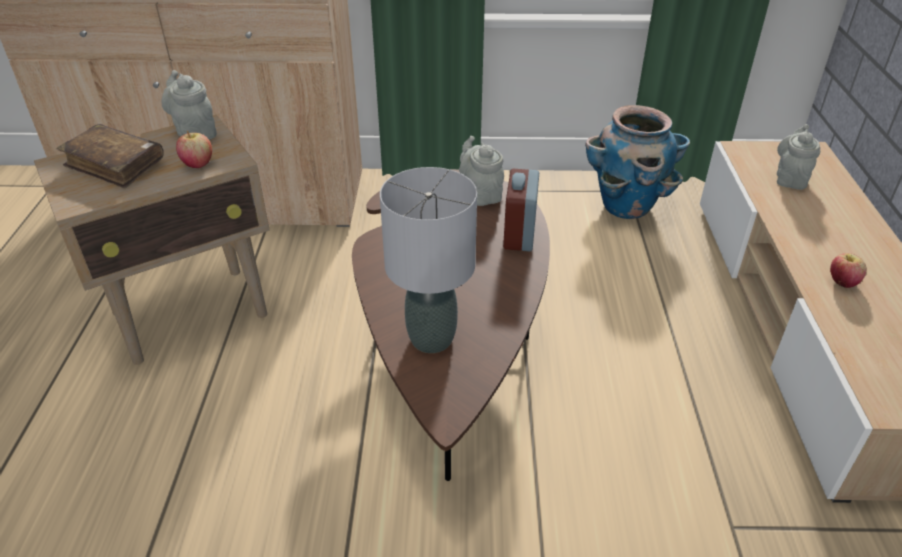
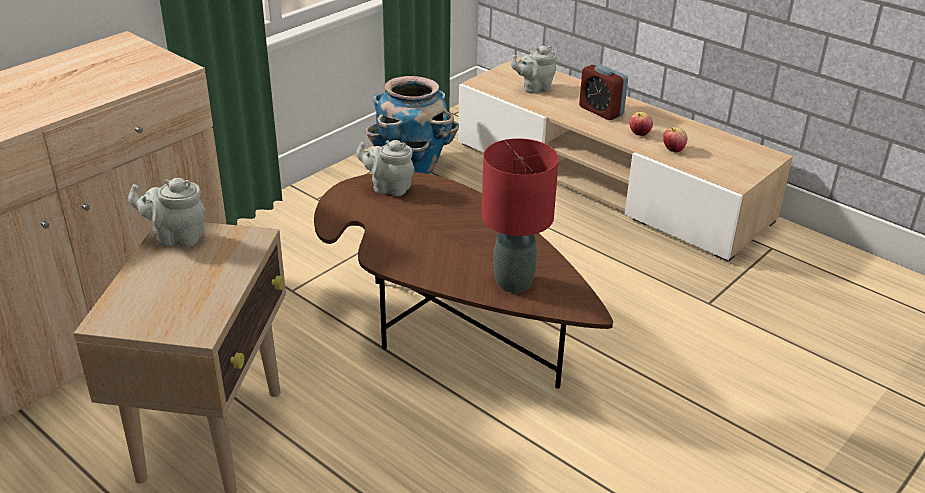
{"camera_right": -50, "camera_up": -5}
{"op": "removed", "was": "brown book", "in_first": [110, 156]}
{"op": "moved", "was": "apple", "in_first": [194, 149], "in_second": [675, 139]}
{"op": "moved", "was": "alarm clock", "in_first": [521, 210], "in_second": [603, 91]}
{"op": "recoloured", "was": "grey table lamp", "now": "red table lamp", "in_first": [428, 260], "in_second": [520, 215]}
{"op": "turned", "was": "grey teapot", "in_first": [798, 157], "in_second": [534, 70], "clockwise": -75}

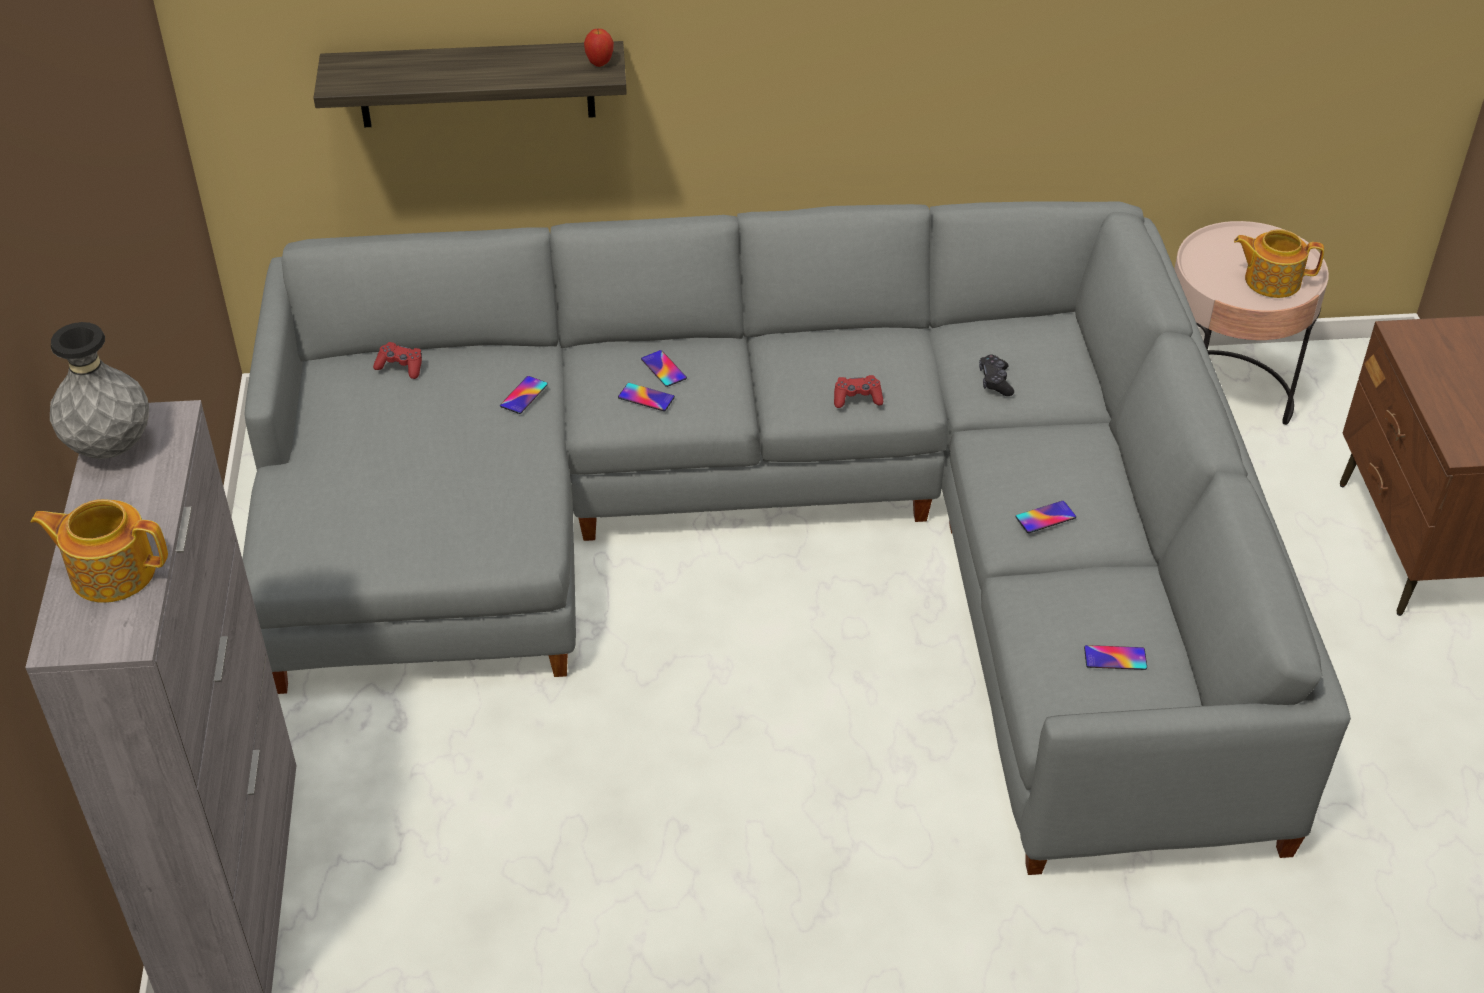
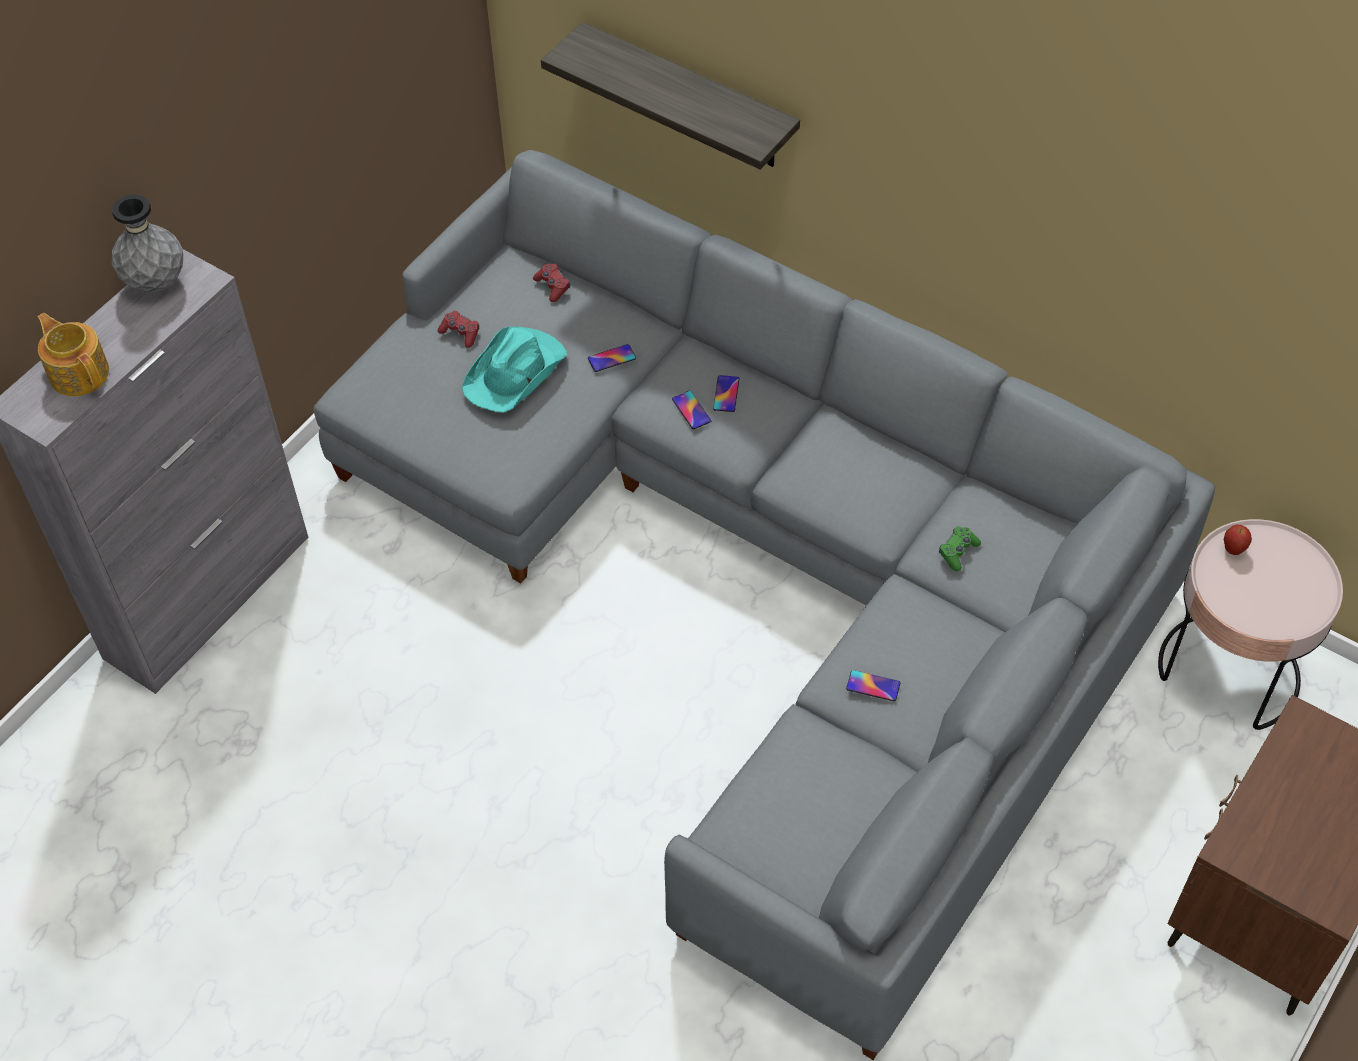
{"camera_right": 40, "camera_up": 10}
{"op": "removed", "was": "phone", "in_first": [1115, 657]}
{"op": "removed", "was": "teapot", "in_first": [1279, 263]}
{"op": "added", "now": "turquoise hat", "in_second": [514, 370]}
{"op": "moved", "was": "apple", "in_first": [599, 48], "in_second": [1238, 539]}
{"op": "moved", "was": "red game controller", "in_first": [858, 391], "in_second": [458, 329]}
{"op": "recoloured", "was": "black game controller", "now": "green game controller", "in_first": [996, 375], "in_second": [960, 548]}

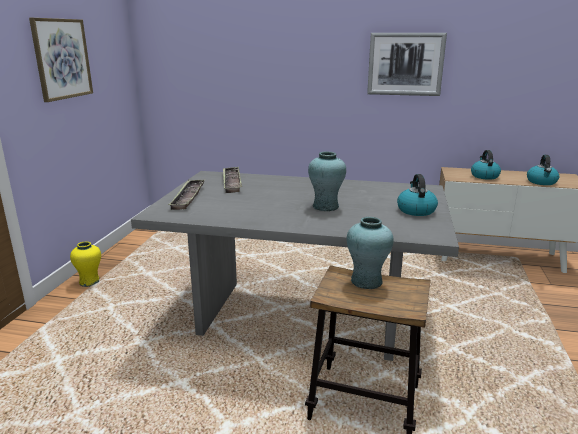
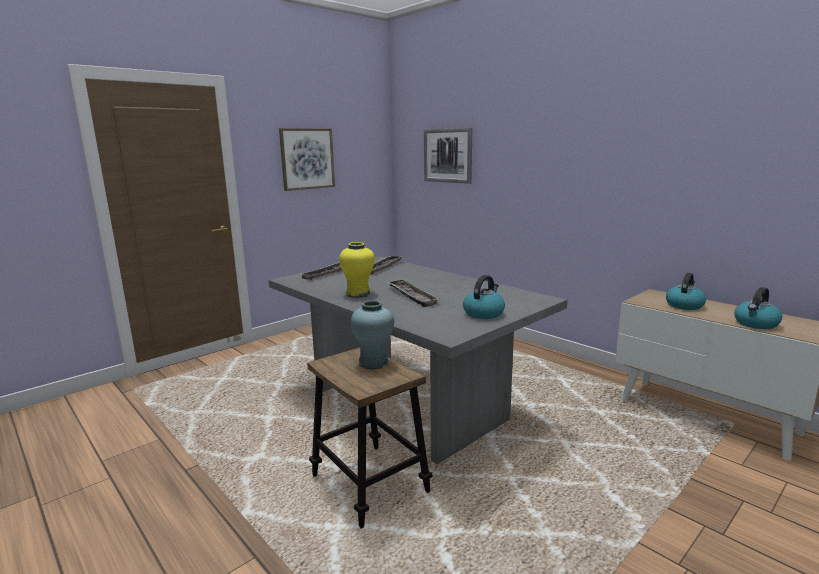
{"camera_right": 35, "camera_up": -5}
{"op": "moved", "was": "yellow vase", "in_first": [85, 264], "in_second": [357, 270]}
{"op": "moved", "was": "picture", "in_first": [407, 64], "in_second": [448, 156]}
{"op": "replaced", "was": "turquoise vase", "now": "tray", "in_first": [327, 181], "in_second": [413, 293]}

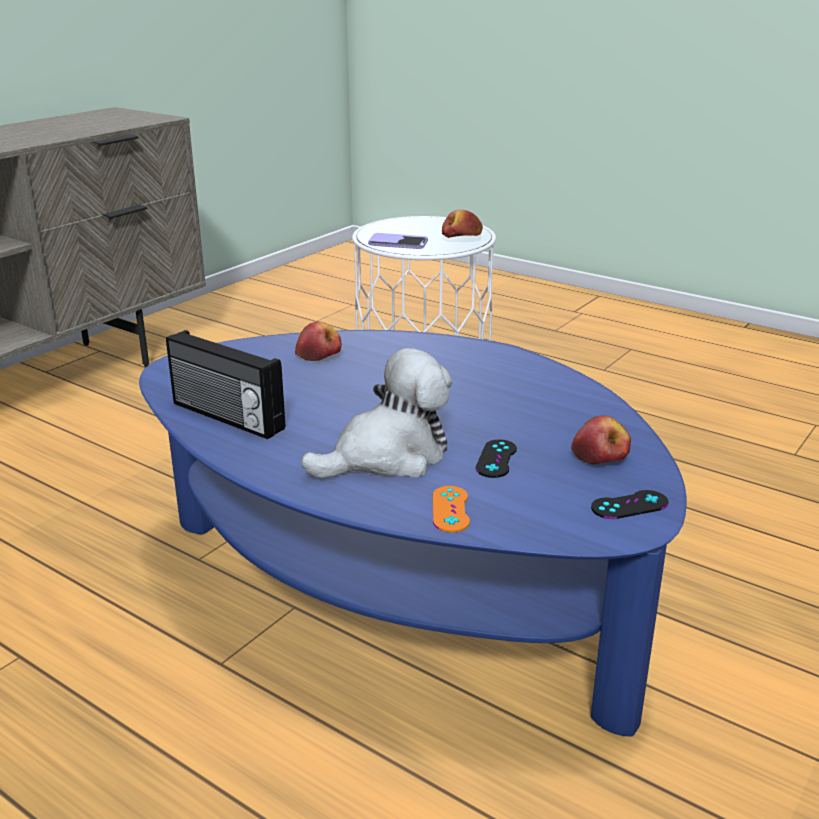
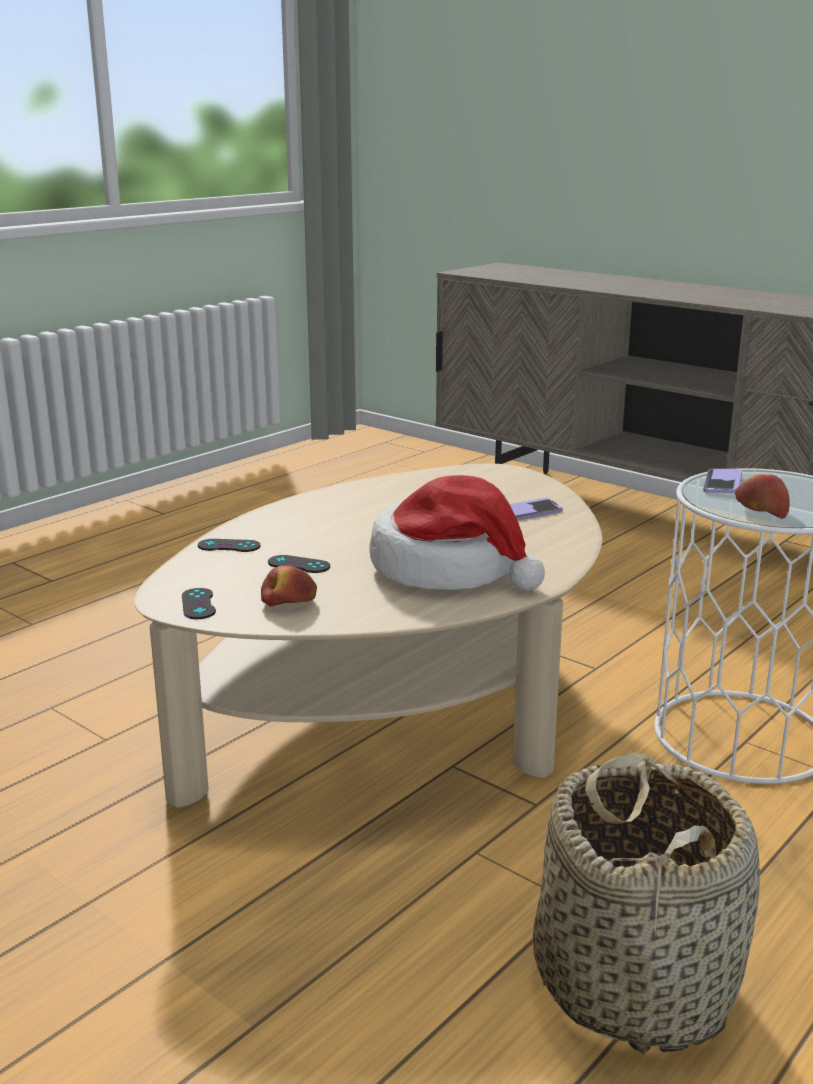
{"camera_right": 95, "camera_up": -5}
{"op": "removed", "was": "radio", "in_first": [225, 384]}
{"op": "removed", "was": "plush toy", "in_first": [376, 413]}
{"op": "added", "now": "hat", "in_second": [457, 533]}
{"op": "added", "now": "basket", "in_second": [646, 903]}
{"op": "replaced", "was": "apple", "now": "phone", "in_first": [318, 341], "in_second": [536, 509]}
{"op": "recoloured", "was": "blue coffee table", "now": "beige coffee table", "in_first": [412, 533], "in_second": [368, 636]}
{"op": "recoloured", "was": "orange game controller", "now": "black game controller", "in_first": [451, 509], "in_second": [229, 545]}

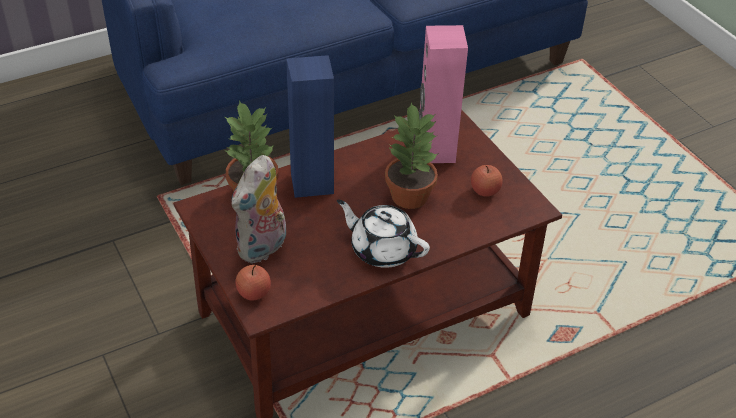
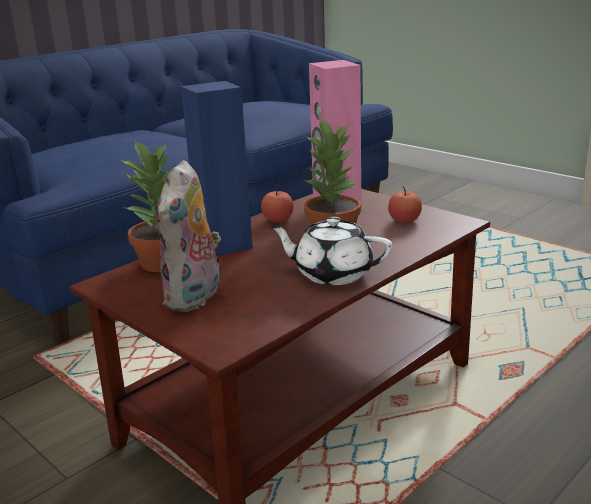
{"camera_right": -15, "camera_up": -20}
{"op": "moved", "was": "apple", "in_first": [253, 282], "in_second": [277, 203]}

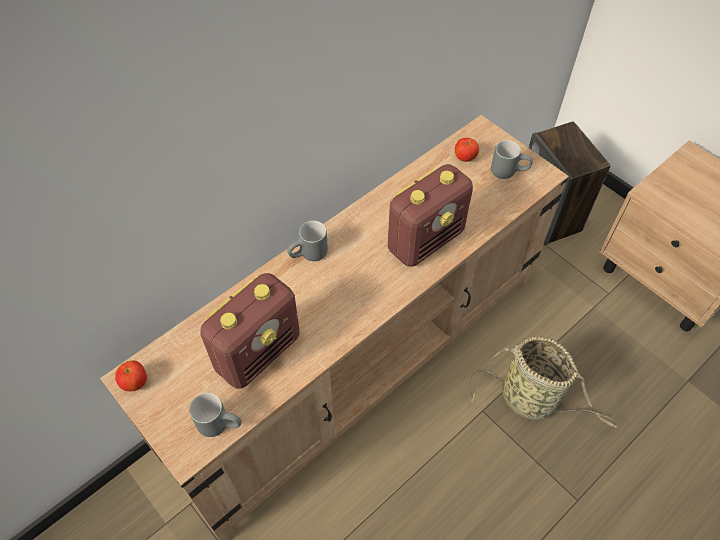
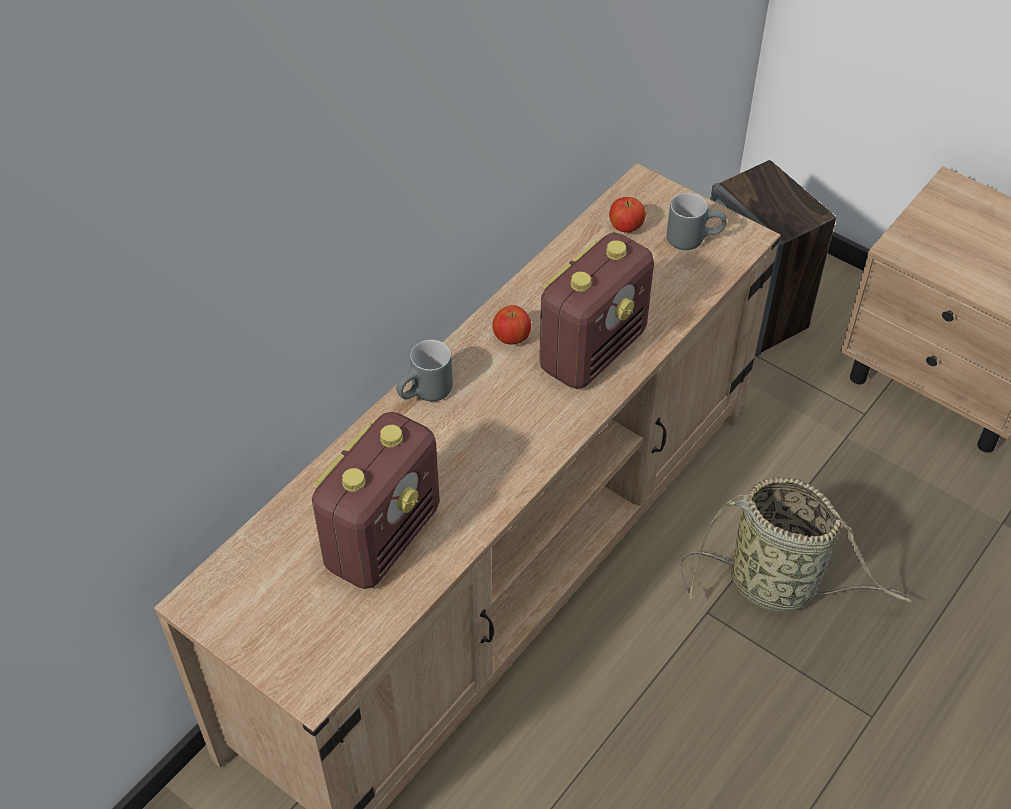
{"camera_right": -10, "camera_up": -5}
{"op": "removed", "was": "grey mug", "in_first": [215, 415]}
{"op": "moved", "was": "apple", "in_first": [131, 376], "in_second": [511, 324]}

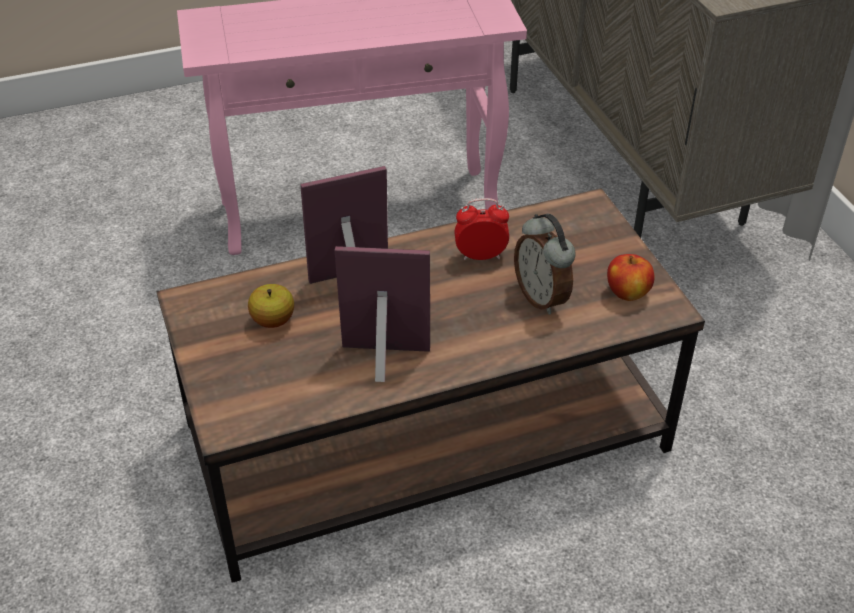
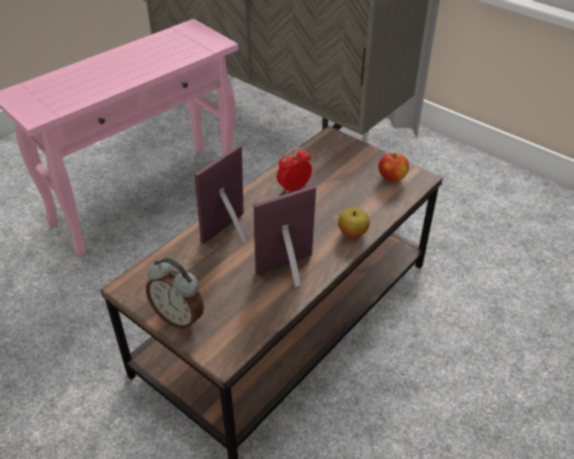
{"camera_right": -30, "camera_up": 0}
{"op": "moved", "was": "apple", "in_first": [271, 306], "in_second": [354, 223]}
{"op": "moved", "was": "alarm clock", "in_first": [544, 264], "in_second": [175, 294]}

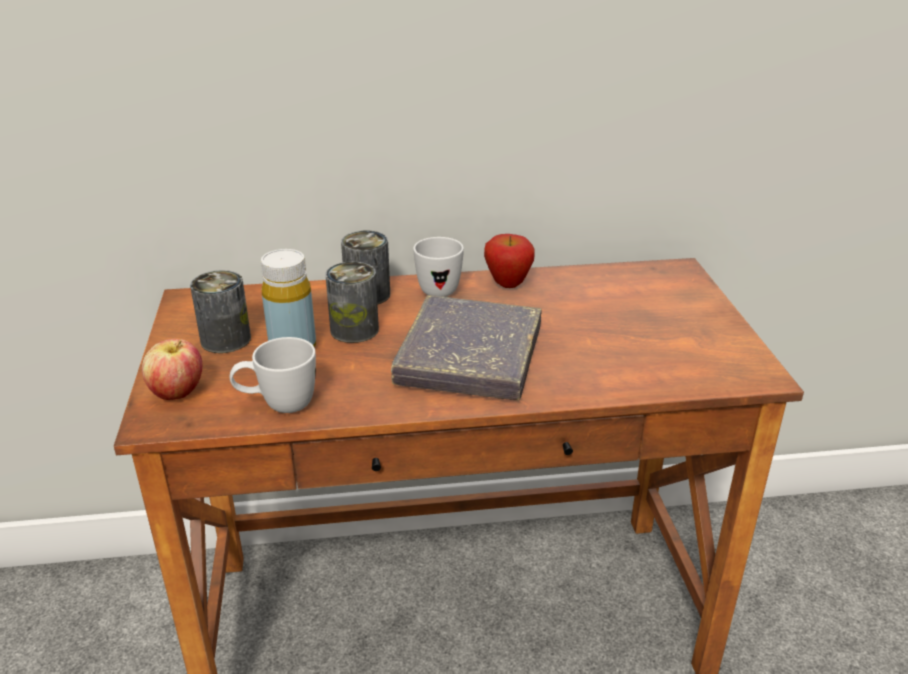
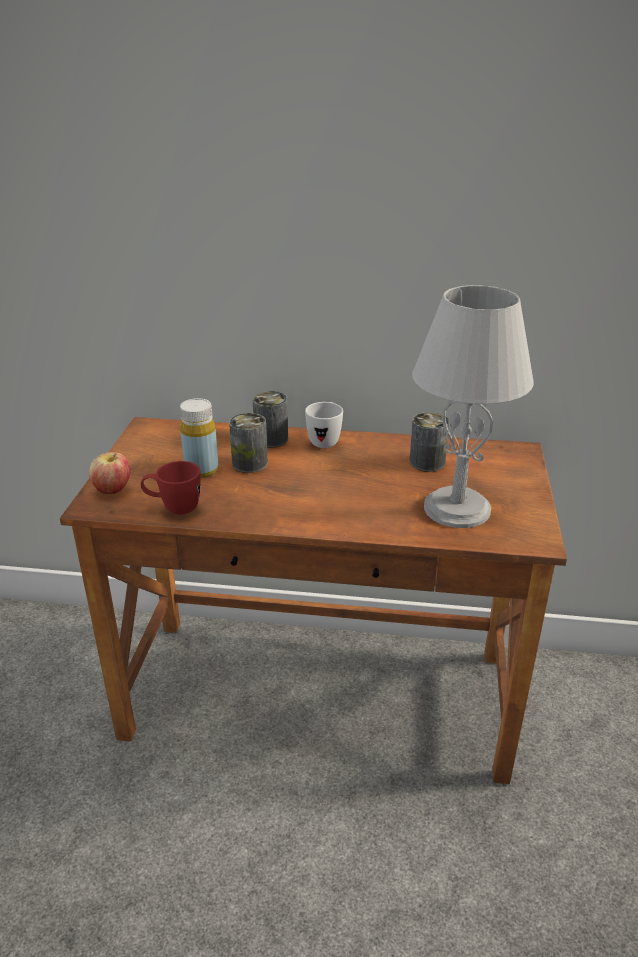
{"camera_right": 15, "camera_up": 0}
{"op": "removed", "was": "grey book", "in_first": [466, 347]}
{"op": "removed", "was": "apple", "in_first": [509, 261]}
{"op": "added", "now": "grey table lamp", "in_second": [473, 406]}
{"op": "moved", "was": "can", "in_first": [220, 311], "in_second": [429, 442]}
{"op": "recoloured", "was": "white mug", "now": "red mug", "in_first": [273, 375], "in_second": [171, 488]}

